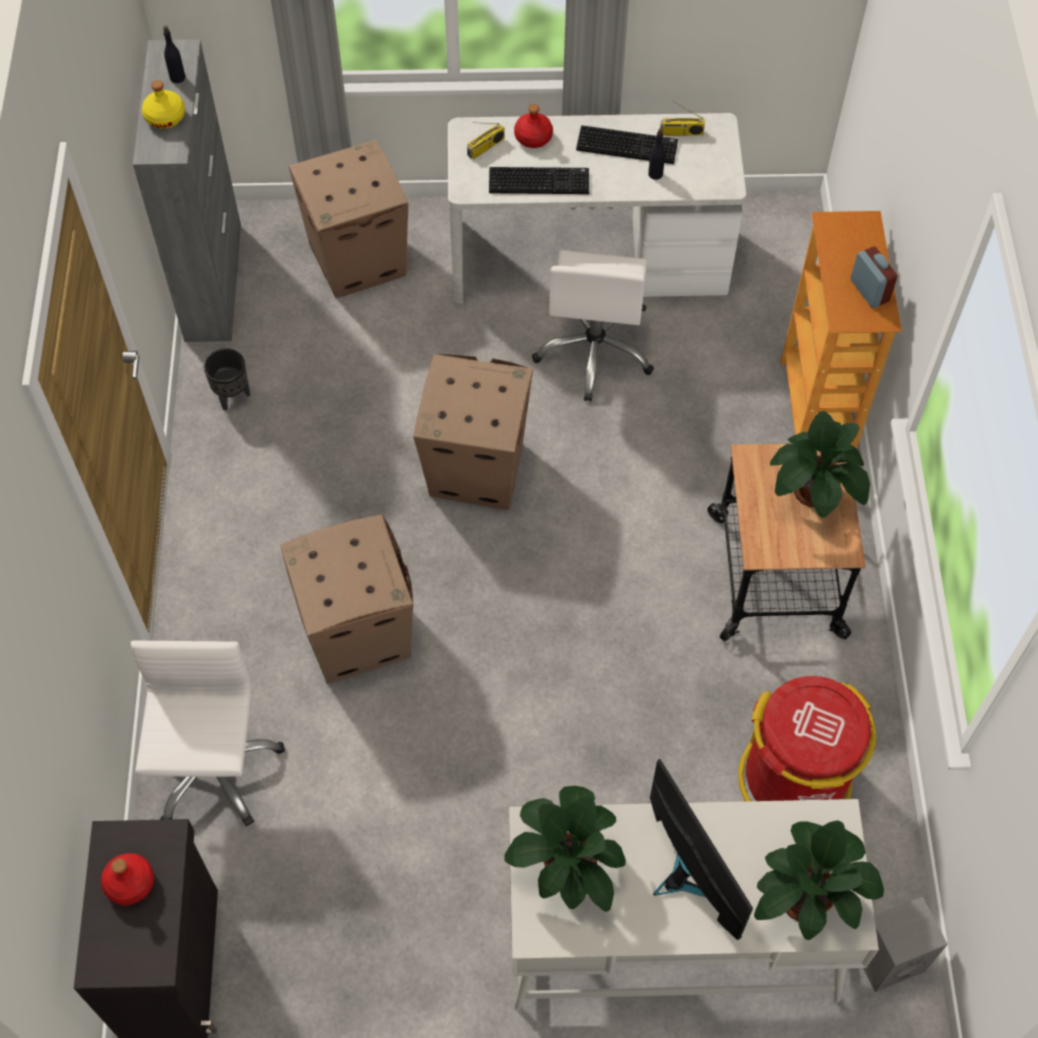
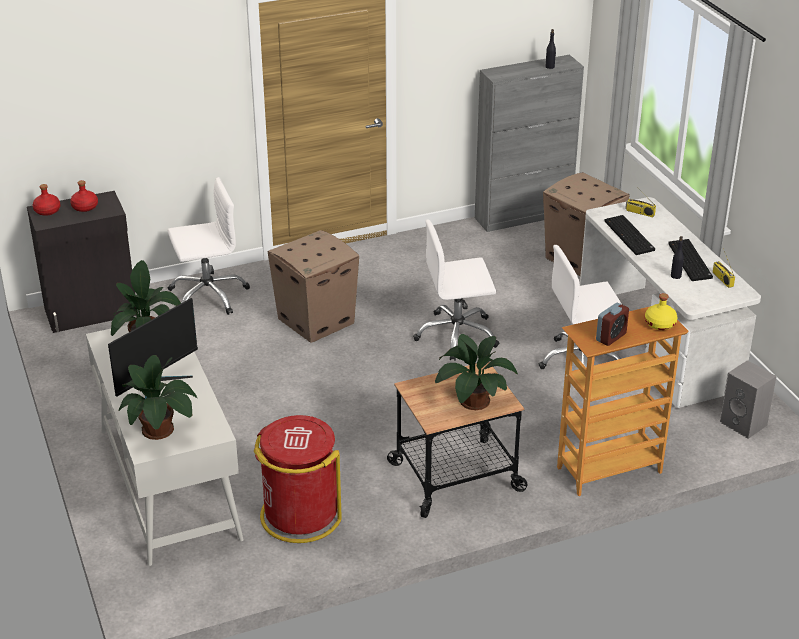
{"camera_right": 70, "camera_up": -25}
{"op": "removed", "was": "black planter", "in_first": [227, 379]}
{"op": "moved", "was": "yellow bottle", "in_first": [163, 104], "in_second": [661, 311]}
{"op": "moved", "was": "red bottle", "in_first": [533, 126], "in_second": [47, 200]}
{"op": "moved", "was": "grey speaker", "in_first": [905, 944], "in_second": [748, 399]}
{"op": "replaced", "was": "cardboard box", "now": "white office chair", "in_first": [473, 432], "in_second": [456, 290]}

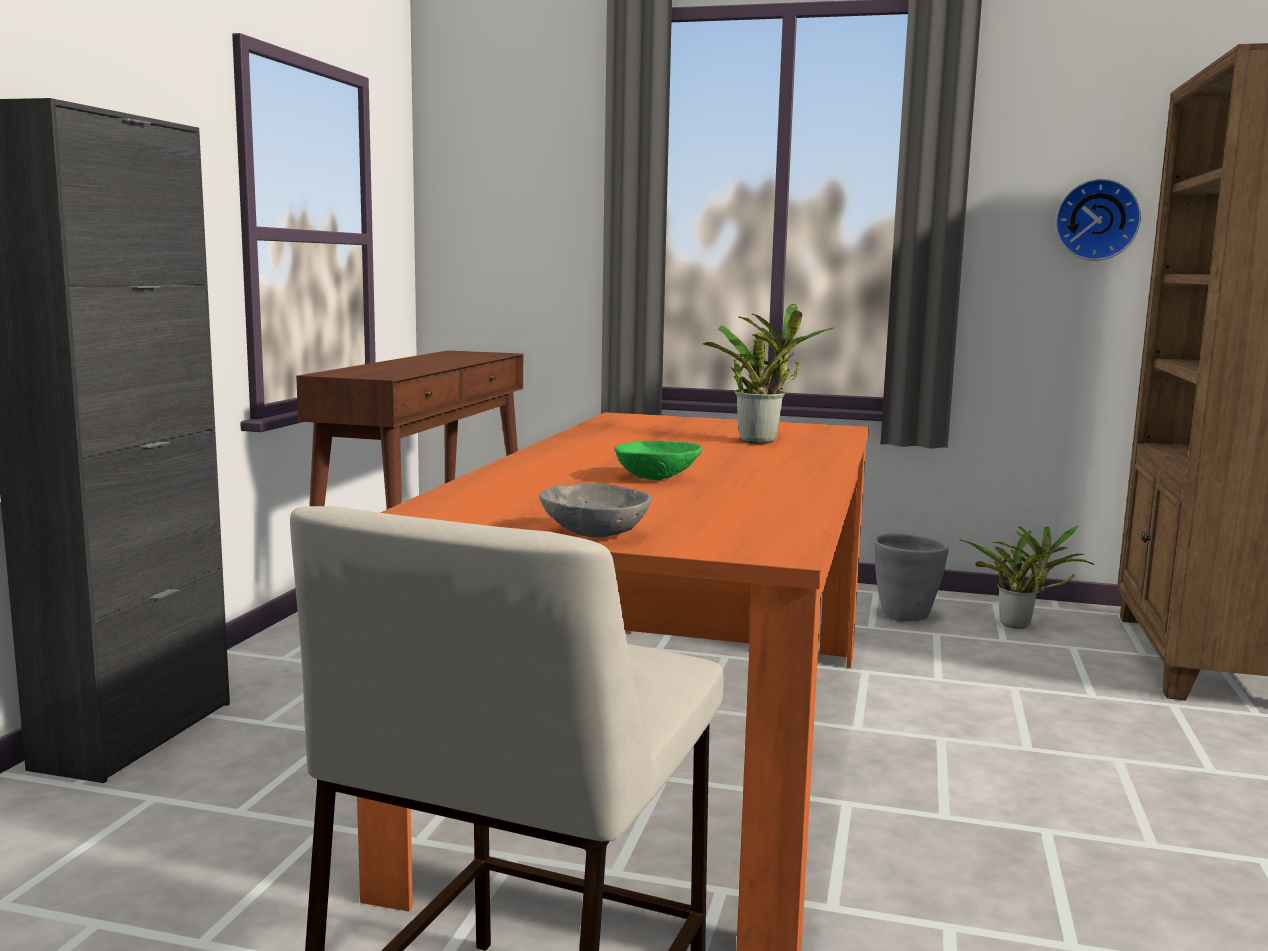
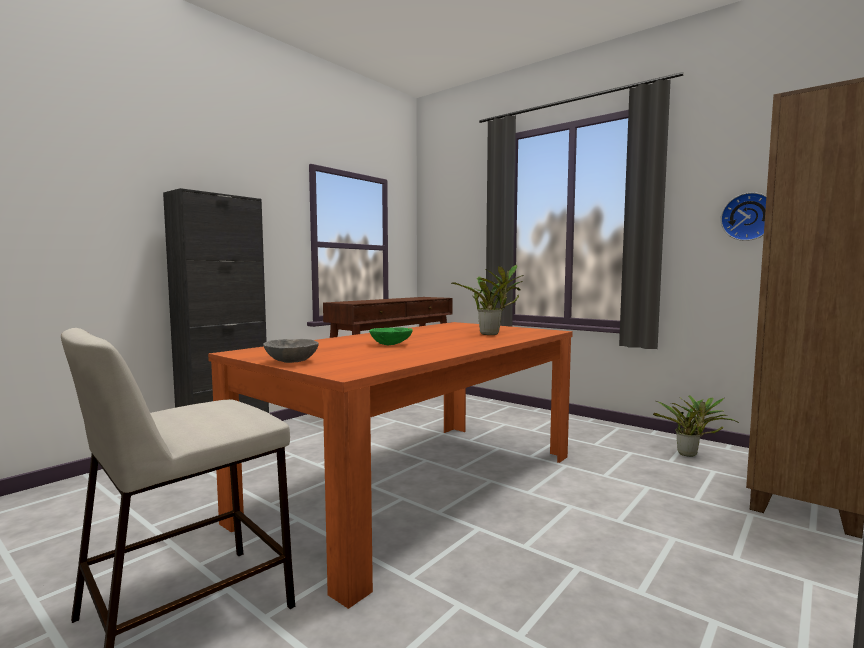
{"camera_right": 25, "camera_up": -5}
{"op": "removed", "was": "grey planter", "in_first": [911, 577]}

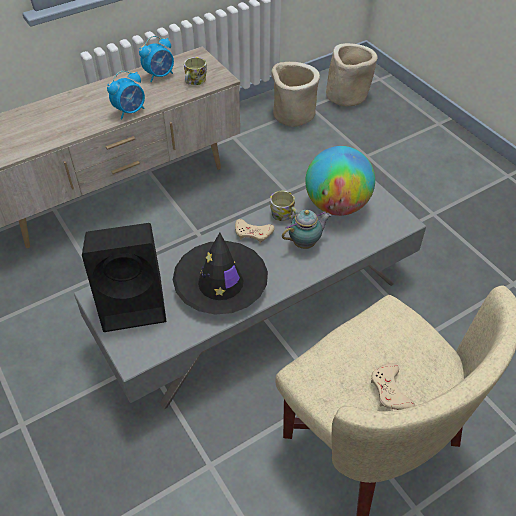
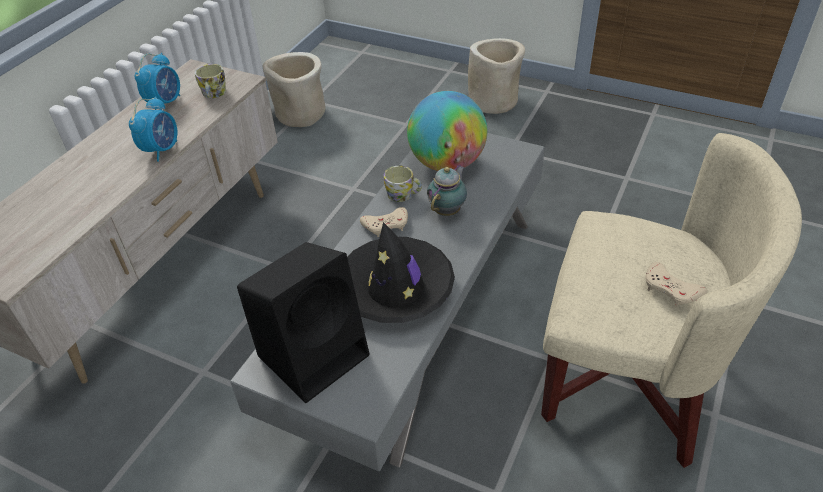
{"camera_right": -30, "camera_up": -5}
{"op": "moved", "was": "beige planter", "in_first": [352, 75], "in_second": [496, 76]}

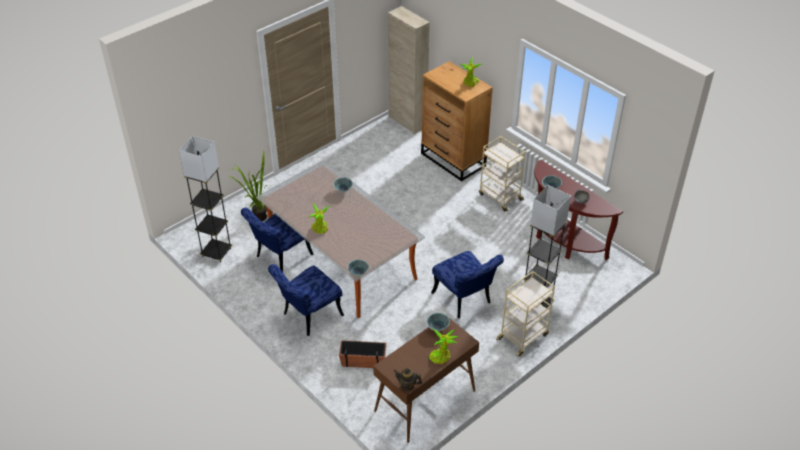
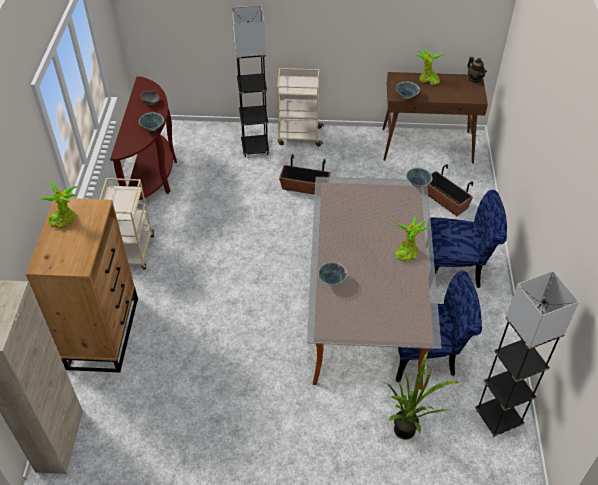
{"camera_right": -135, "camera_up": 5}
{"op": "replaced", "was": "blue chair", "now": "planter", "in_first": [467, 284], "in_second": [305, 174]}

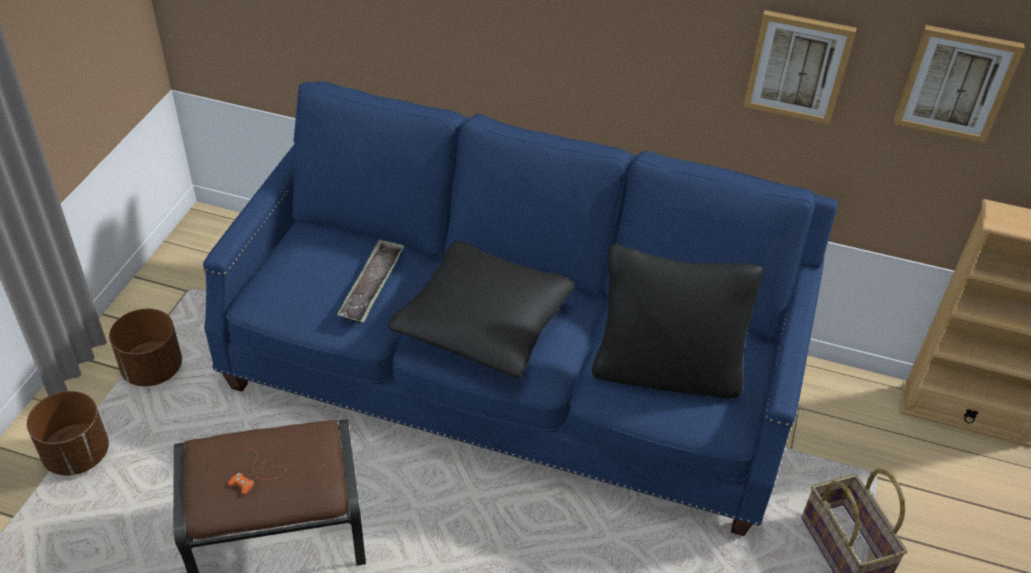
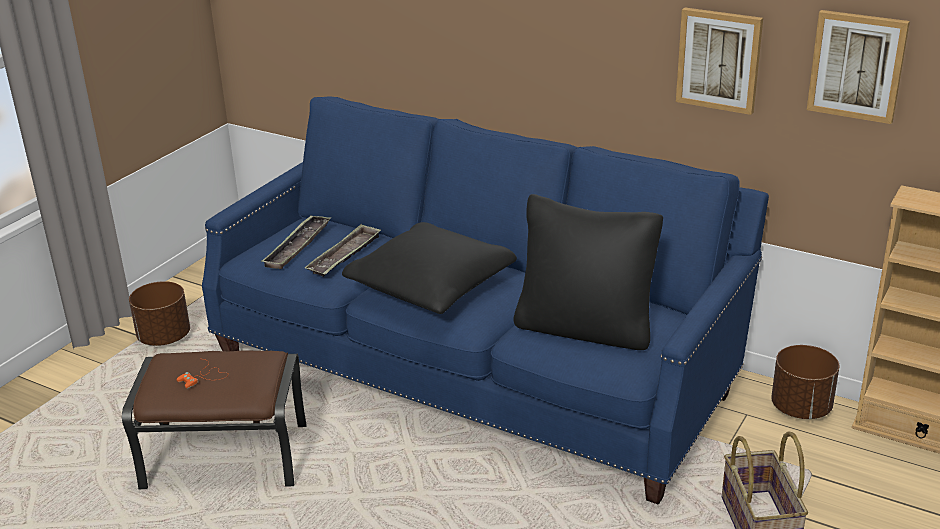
{"camera_right": 15, "camera_up": -15}
{"op": "added", "now": "tray", "in_second": [296, 242]}
{"op": "moved", "was": "brown planter", "in_first": [68, 433], "in_second": [805, 382]}

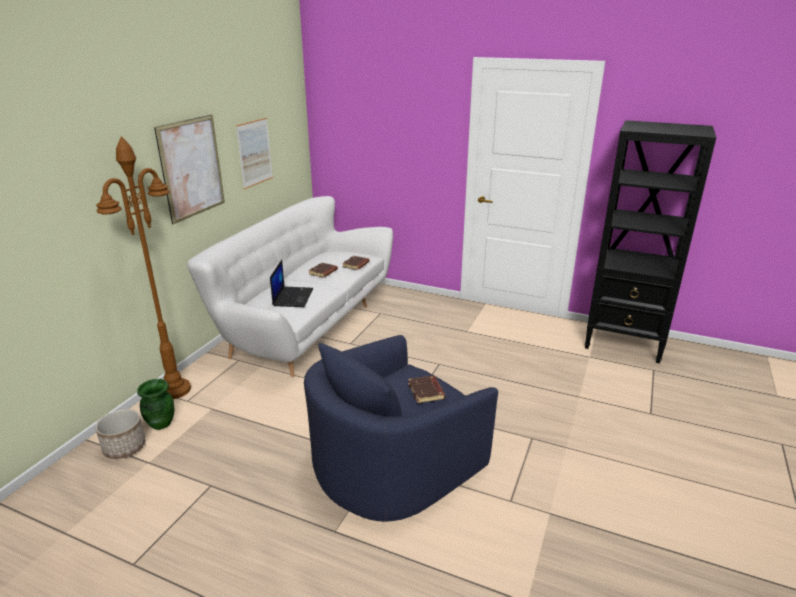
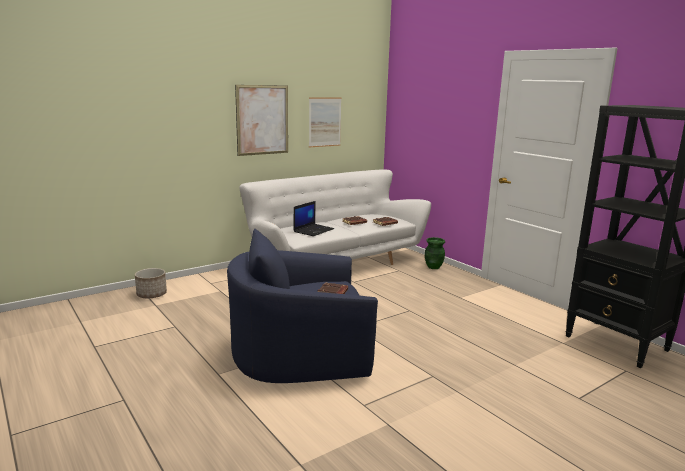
{"camera_right": 30, "camera_up": -10}
{"op": "removed", "was": "brown floor lamp", "in_first": [143, 267]}
{"op": "moved", "was": "green vase", "in_first": [155, 404], "in_second": [435, 253]}

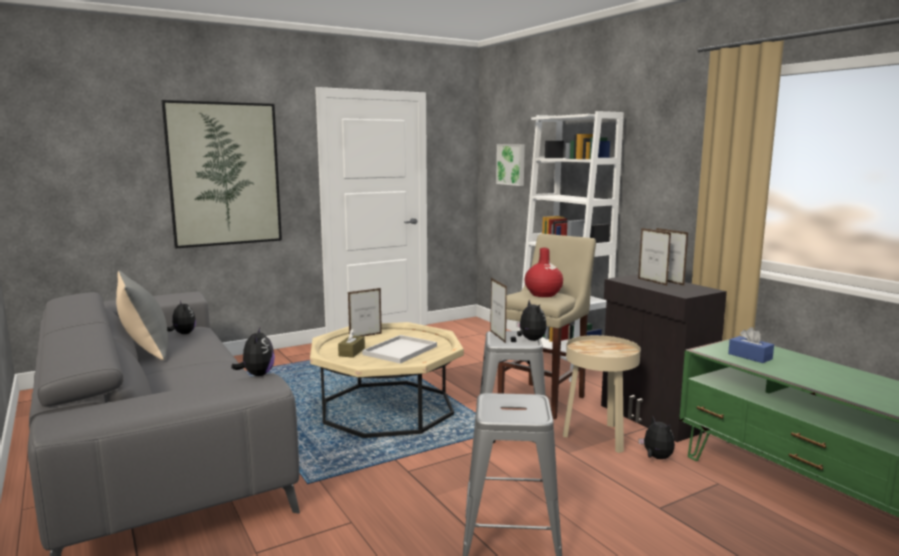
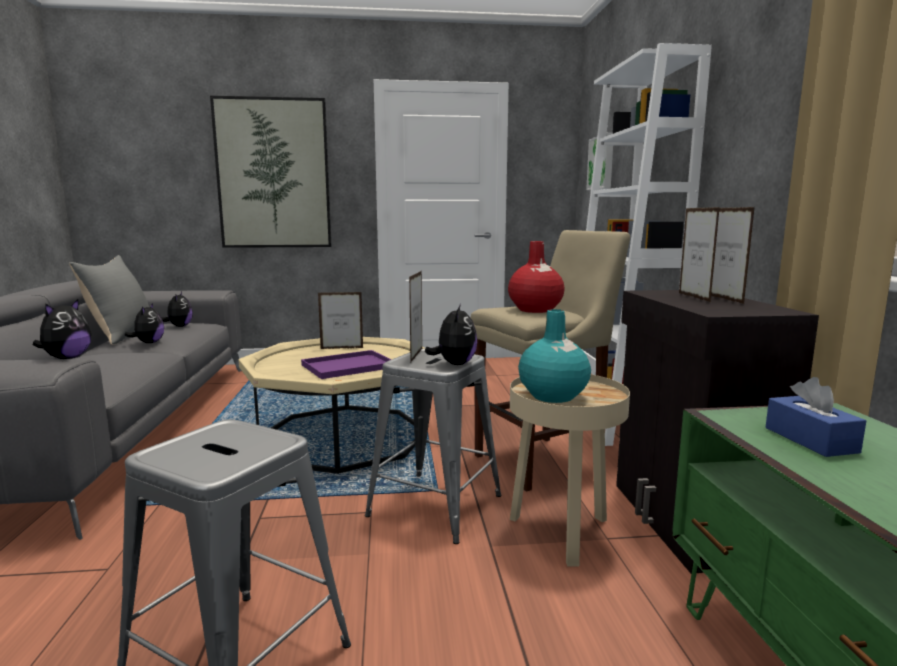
{"camera_right": 25, "camera_up": 0}
{"op": "removed", "was": "brown tissue box", "in_first": [351, 343]}
{"op": "added", "now": "turquoise vase", "in_second": [554, 356]}
{"op": "moved", "was": "plush toy", "in_first": [657, 437], "in_second": [144, 323]}
{"op": "recoloured", "was": "white tray", "now": "purple tray", "in_first": [399, 349], "in_second": [346, 364]}

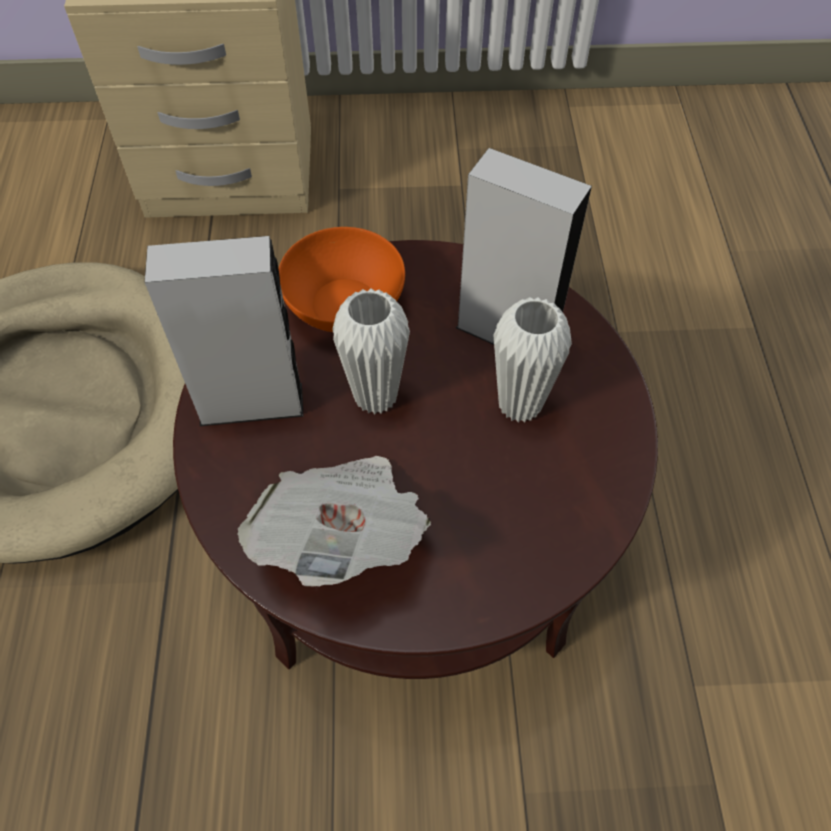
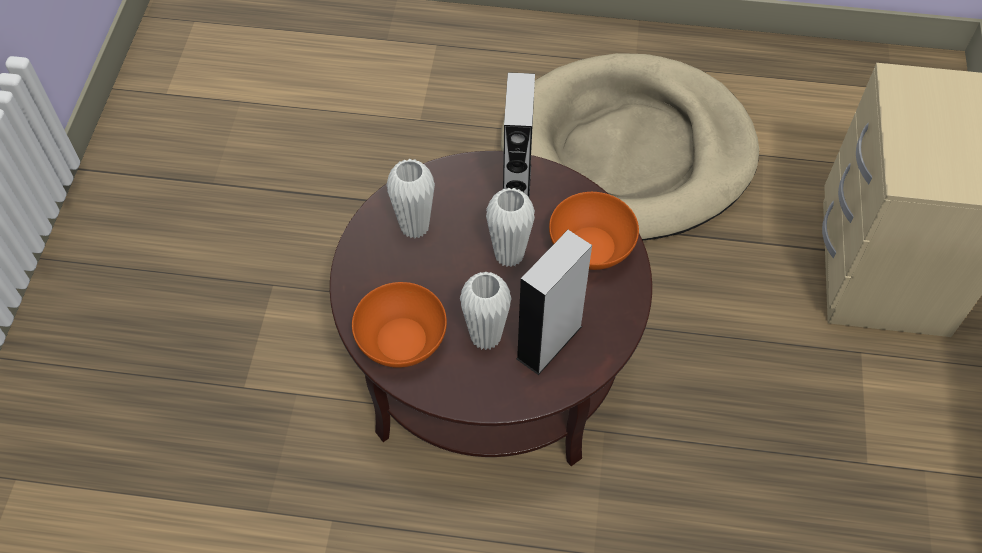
{"camera_right": 100, "camera_up": 0}
{"op": "added", "now": "orange bowl", "in_second": [399, 325]}
{"op": "replaced", "was": "newspaper", "now": "white vase", "in_first": [334, 521], "in_second": [410, 199]}

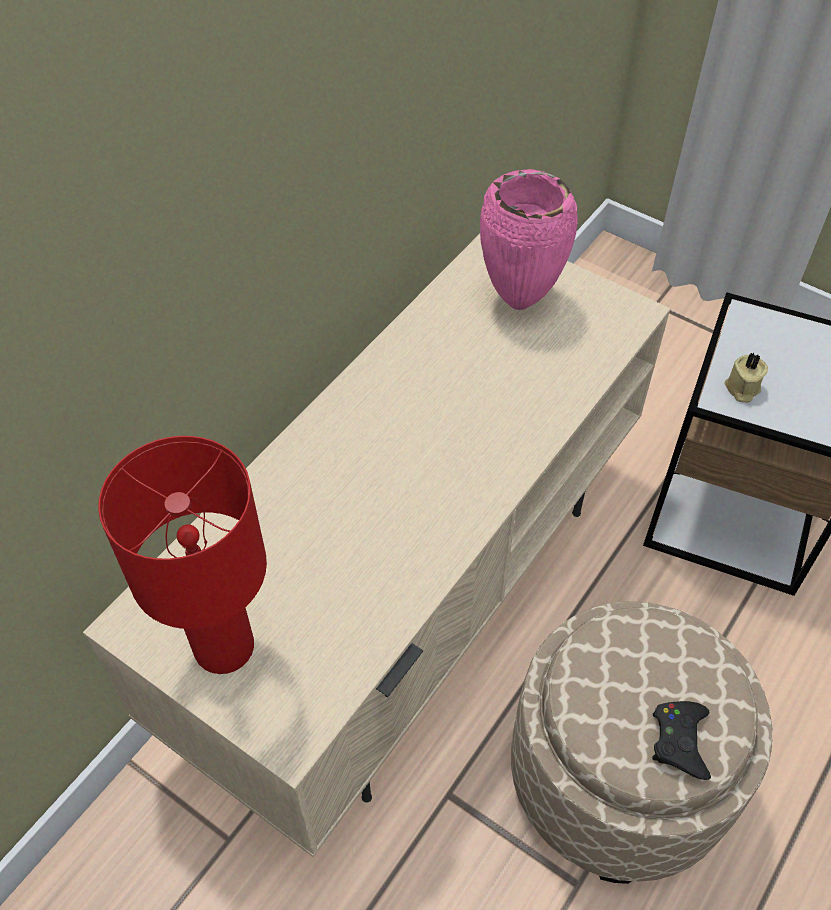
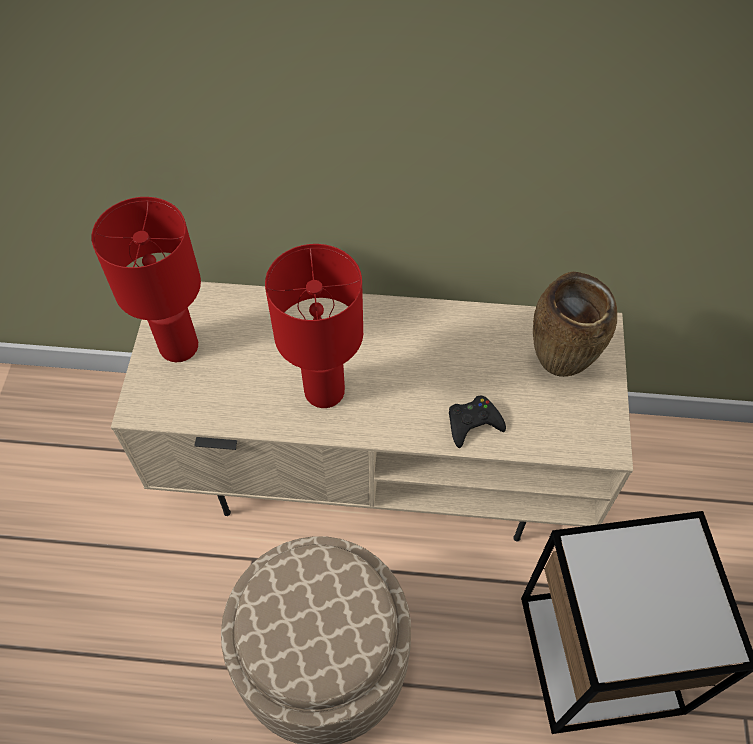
{"camera_right": 60, "camera_up": 5}
{"op": "removed", "was": "beige candle", "in_first": [746, 377]}
{"op": "added", "now": "red table lamp", "in_second": [314, 326]}
{"op": "moved", "was": "black game controller", "in_first": [681, 740], "in_second": [477, 422]}
{"op": "recoloured", "was": "pink vase", "now": "brown vase", "in_first": [529, 239], "in_second": [575, 324]}

